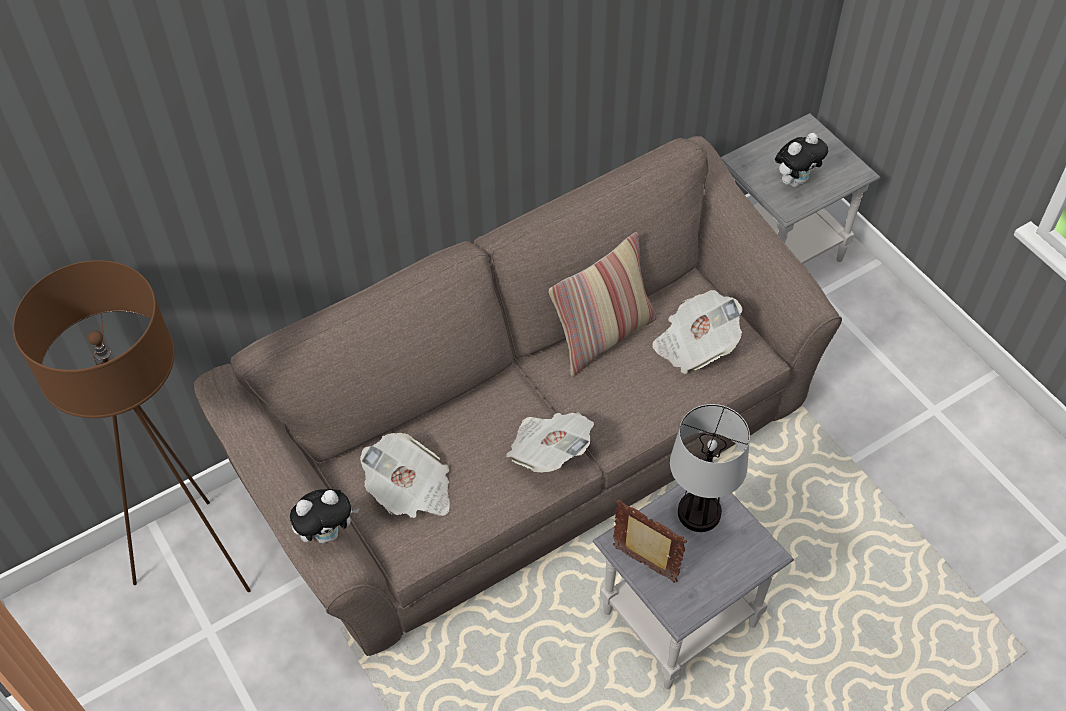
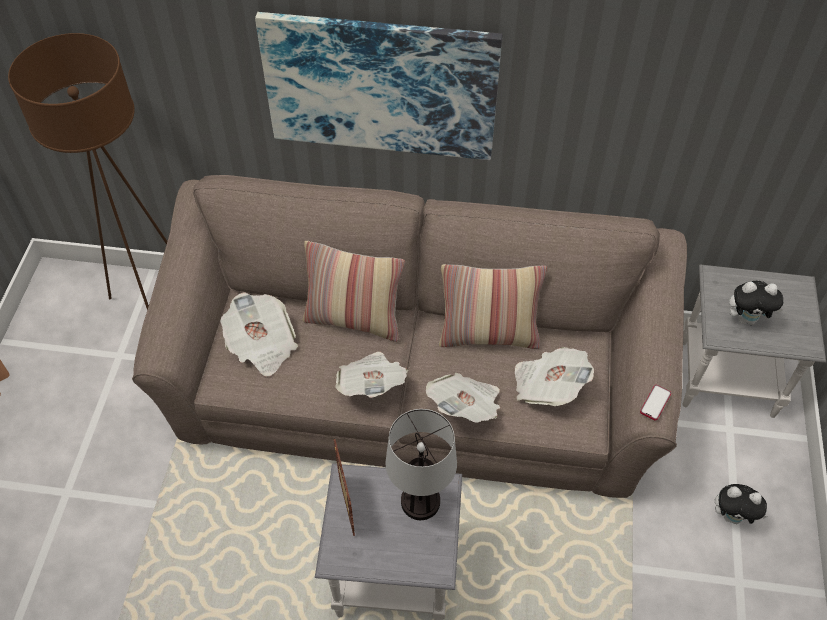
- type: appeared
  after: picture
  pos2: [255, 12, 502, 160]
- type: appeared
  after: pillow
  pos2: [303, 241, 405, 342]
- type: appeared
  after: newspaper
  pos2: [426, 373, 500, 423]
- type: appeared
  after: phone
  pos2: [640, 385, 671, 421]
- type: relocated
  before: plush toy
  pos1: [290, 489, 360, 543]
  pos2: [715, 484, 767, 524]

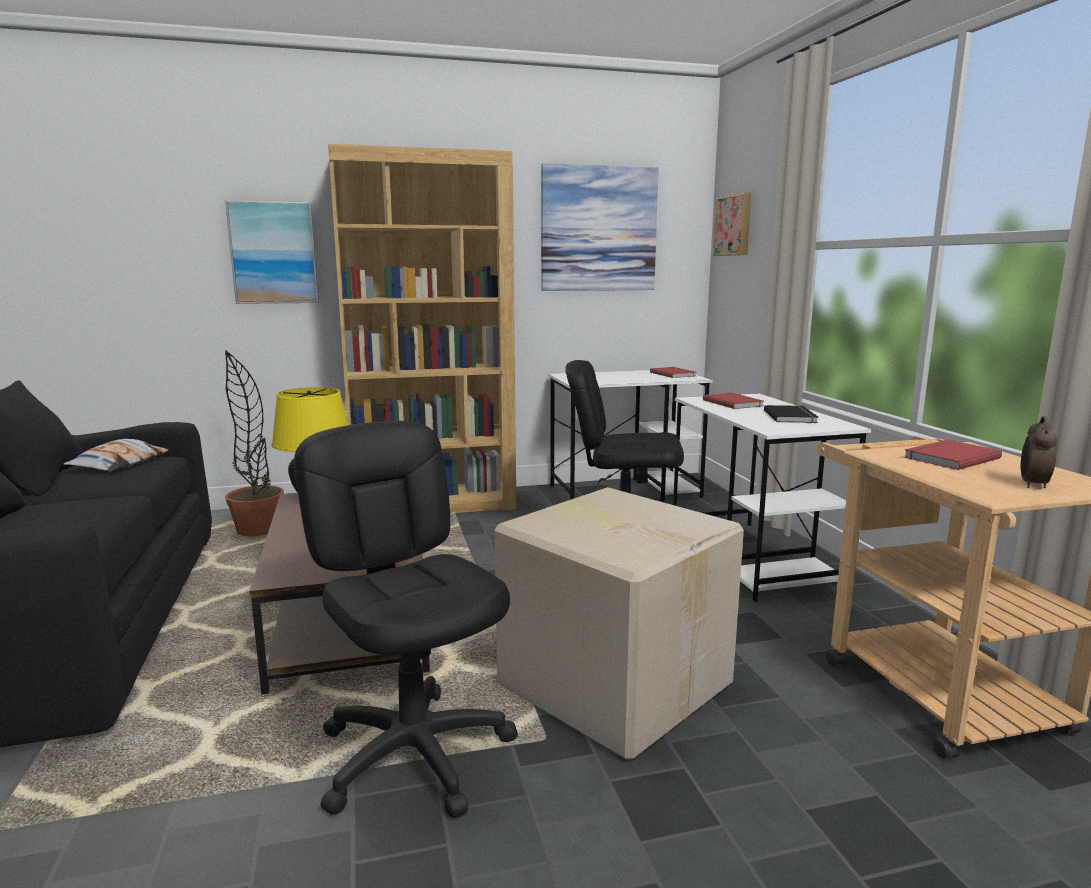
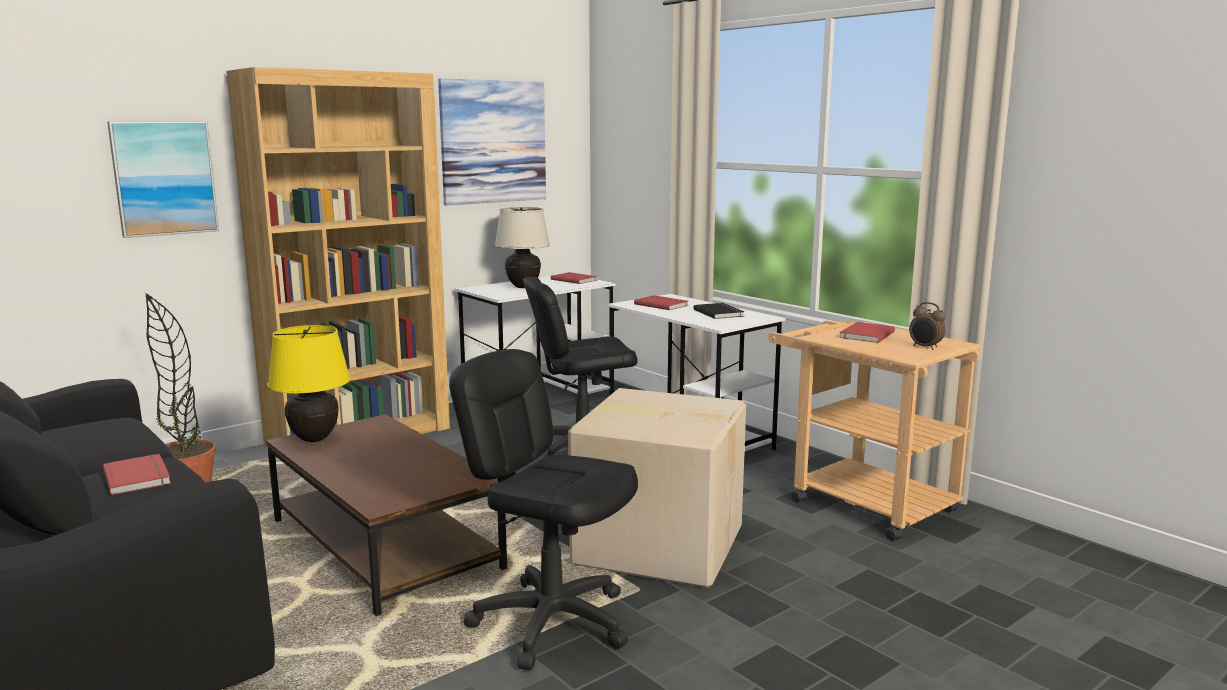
- type: missing
  before: pillow
  pos1: [63, 439, 169, 472]
- type: missing
  before: picture
  pos1: [713, 193, 751, 256]
- type: appeared
  after: red book
  pos2: [103, 454, 171, 495]
- type: appeared
  after: beige table lamp
  pos2: [494, 207, 550, 288]
- type: spun
  before: alarm clock
  pos1: [1020, 416, 1057, 488]
  pos2: [909, 302, 946, 350]
  turn: -45

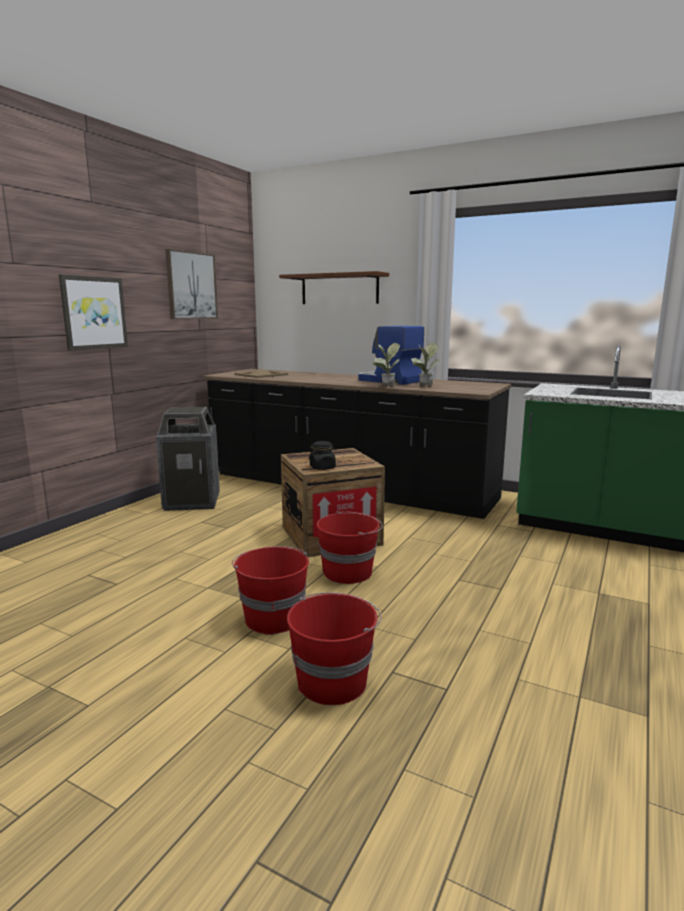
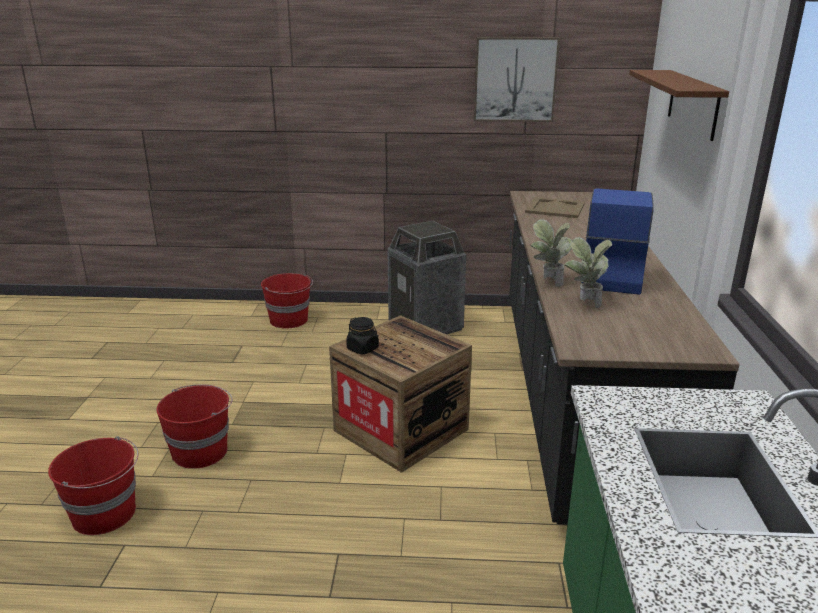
- type: missing
  before: picture
  pos1: [59, 274, 128, 351]
- type: relocated
  before: red bucket
  pos1: [317, 511, 383, 584]
  pos2: [261, 273, 313, 329]

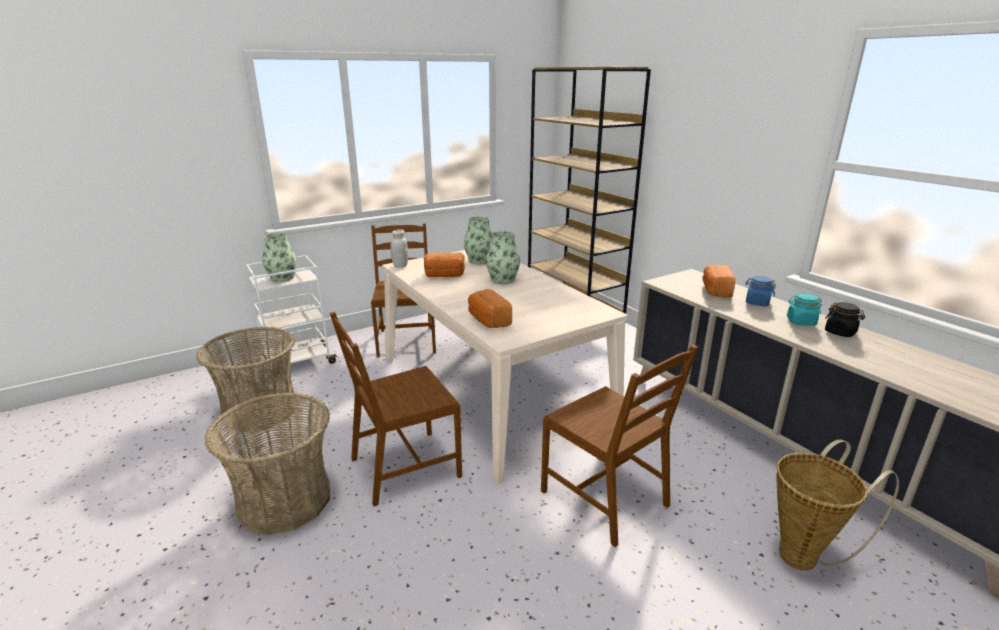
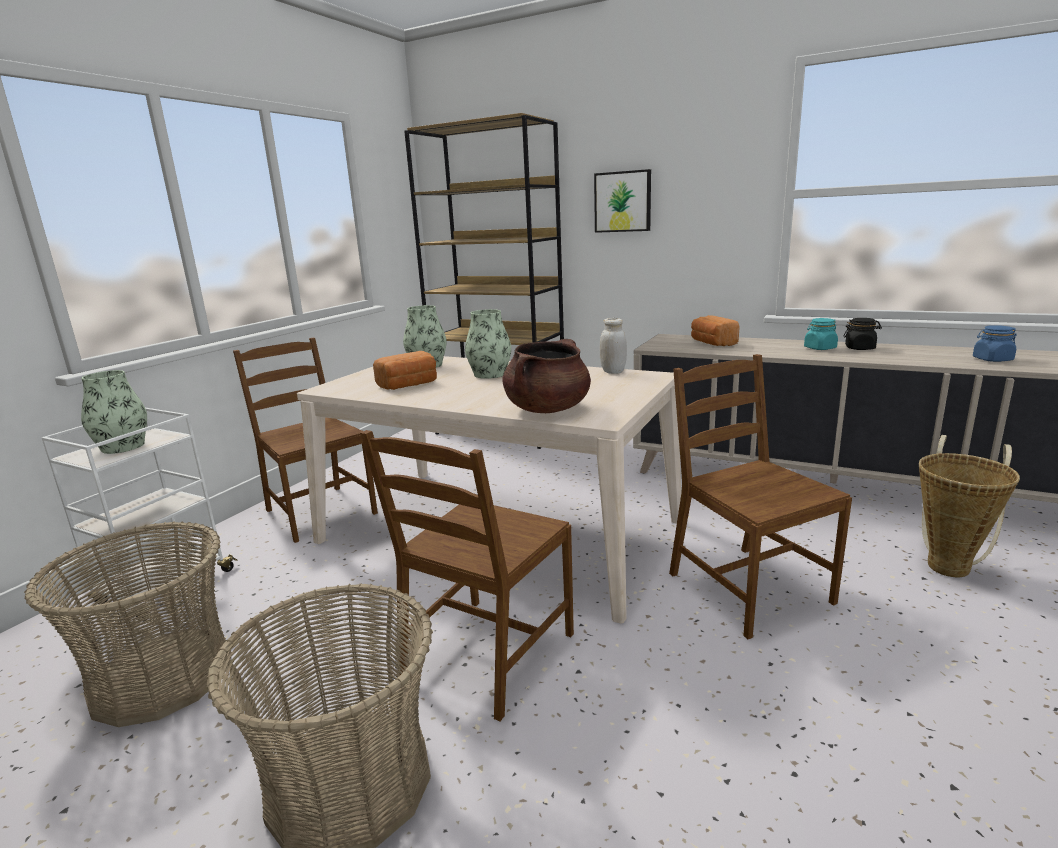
- type: appeared
  after: picture
  pos2: [594, 169, 651, 233]
- type: relocated
  before: white jar
  pos1: [391, 229, 408, 268]
  pos2: [600, 318, 627, 374]
- type: relocated
  before: blue jar
  pos1: [745, 276, 776, 306]
  pos2: [973, 325, 1017, 362]
- type: exchanged
  before: bread
  after: brown cooking pot
  pos1: [468, 289, 512, 328]
  pos2: [502, 339, 591, 413]
- type: spun
  before: brown chair
  pos1: [541, 345, 698, 547]
  pos2: [669, 354, 852, 639]
  turn: -135

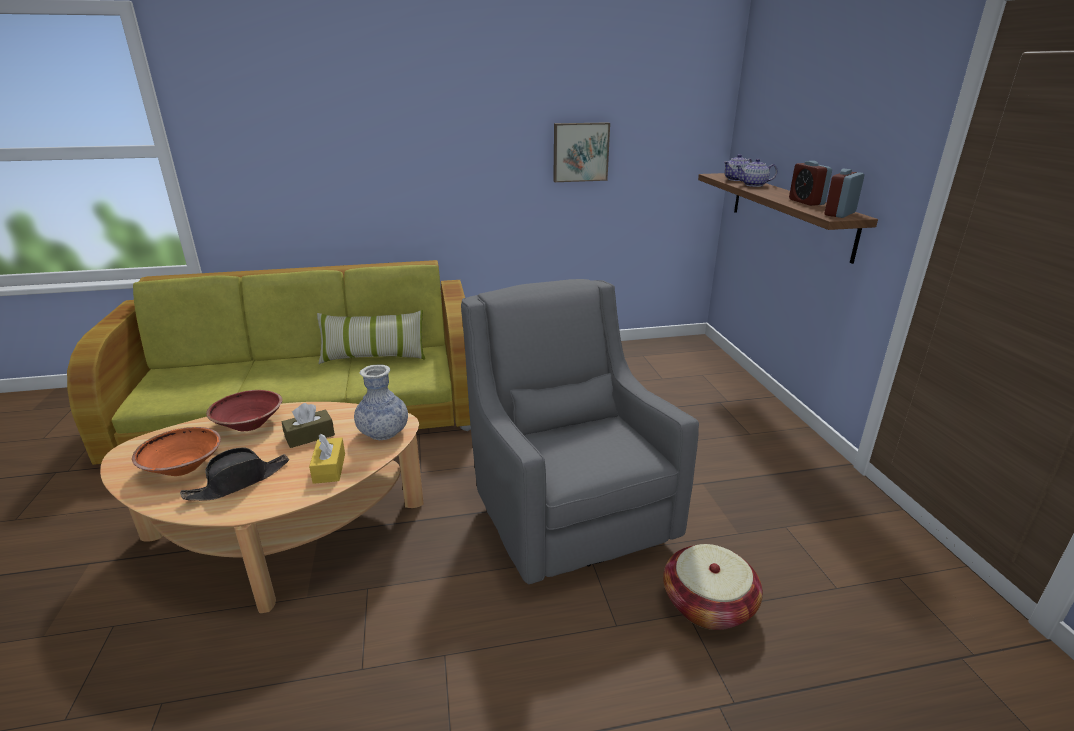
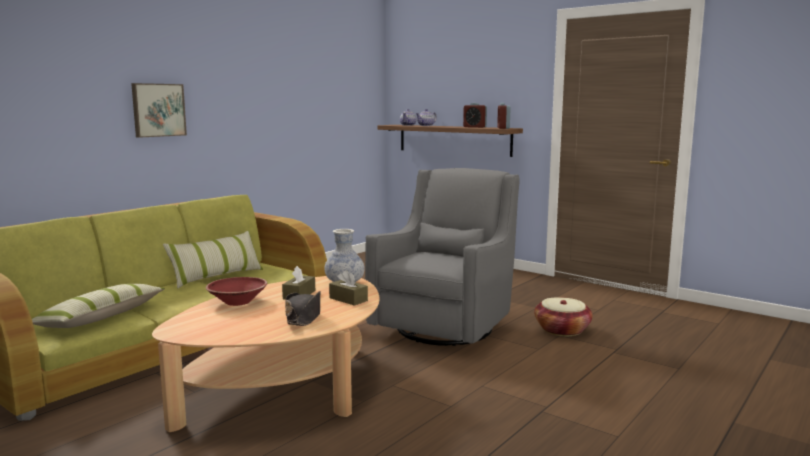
- type: missing
  before: orange bowl
  pos1: [132, 427, 221, 476]
- type: appeared
  after: pillow
  pos2: [32, 284, 165, 328]
- type: relocated
  before: picture
  pos1: [553, 122, 610, 182]
  pos2: [131, 83, 187, 138]
- type: colour
  before: yellow tissue box
  after: brown tissue box
  pos1: [309, 434, 345, 484]
  pos2: [329, 270, 368, 306]
- type: spun
  before: grey armchair
  pos1: [461, 279, 699, 584]
  pos2: [365, 168, 520, 346]
  turn: 90

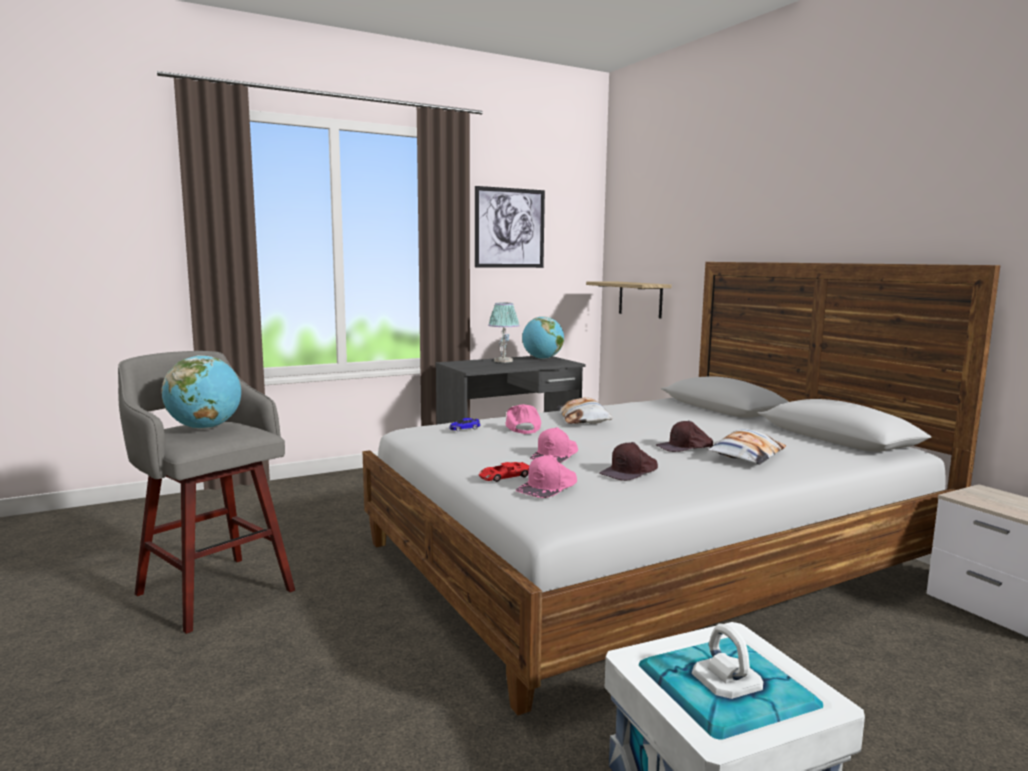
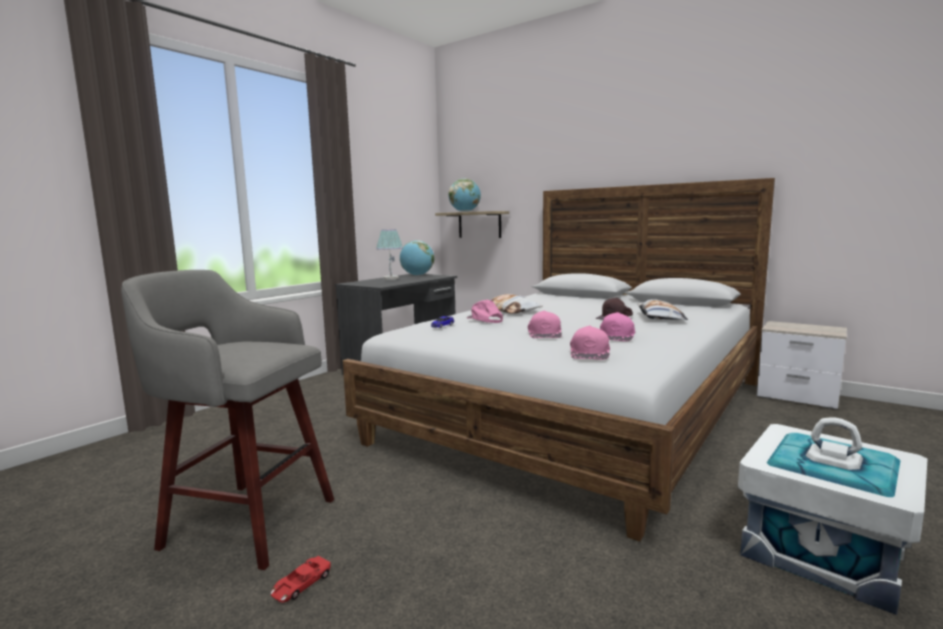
- type: missing
  before: picture
  pos1: [475, 186, 545, 268]
- type: relocated
  before: globe
  pos1: [161, 355, 241, 429]
  pos2: [449, 179, 481, 212]
- type: relocated
  before: red toy car
  pos1: [479, 462, 529, 482]
  pos2: [271, 556, 331, 603]
- type: colour
  before: brown cap
  after: pink cap
  pos1: [600, 442, 658, 481]
  pos2: [600, 312, 635, 341]

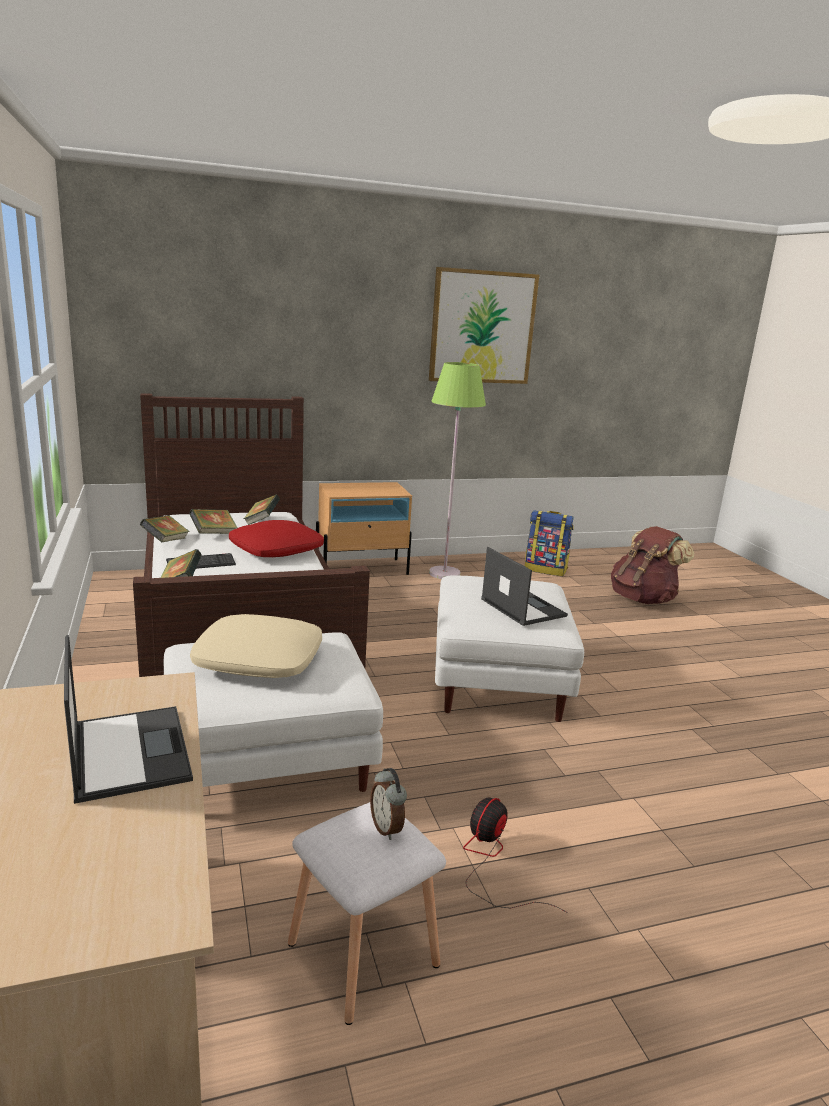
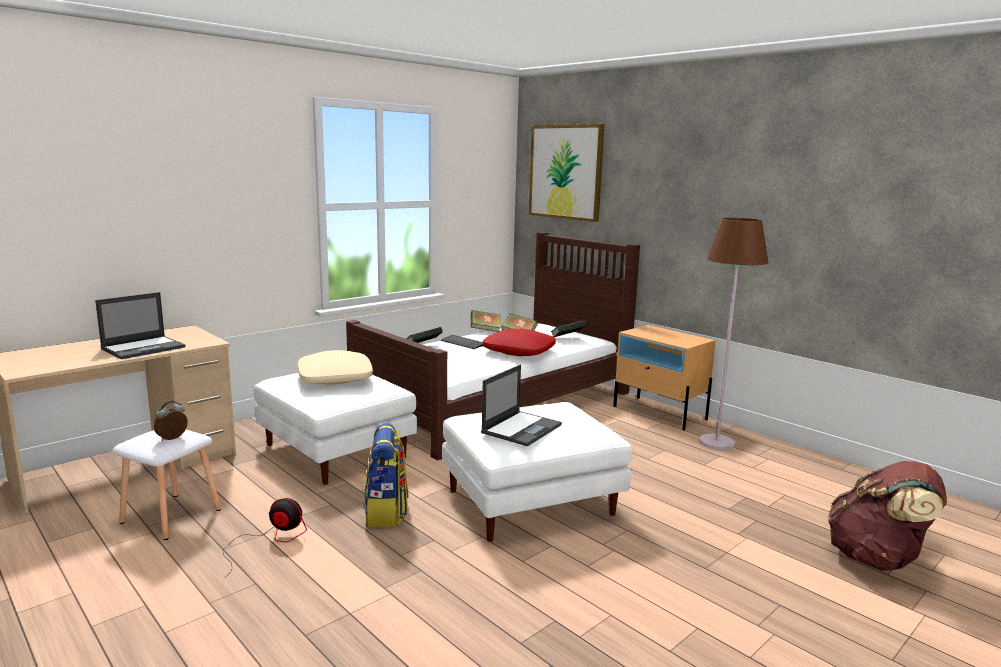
- type: relocated
  before: picture
  pos1: [429, 267, 539, 384]
  pos2: [529, 124, 605, 222]
- type: relocated
  before: backpack
  pos1: [525, 510, 574, 576]
  pos2: [363, 423, 408, 527]
- type: colour
  before: green floor lamp
  after: brown floor lamp
  pos1: [429, 362, 486, 579]
  pos2: [699, 218, 768, 450]

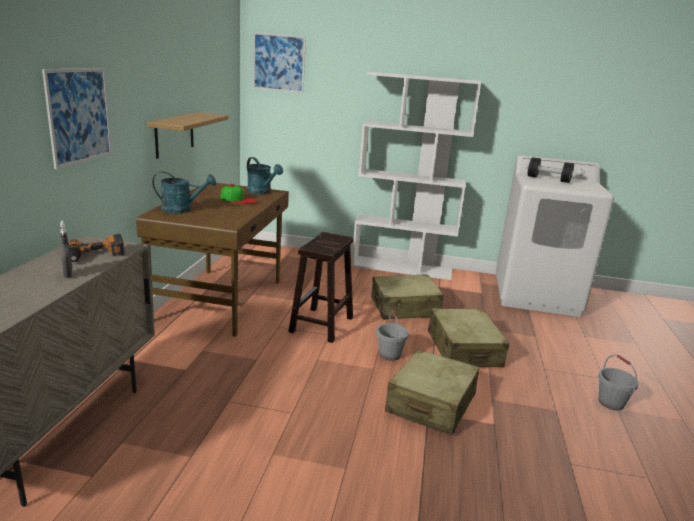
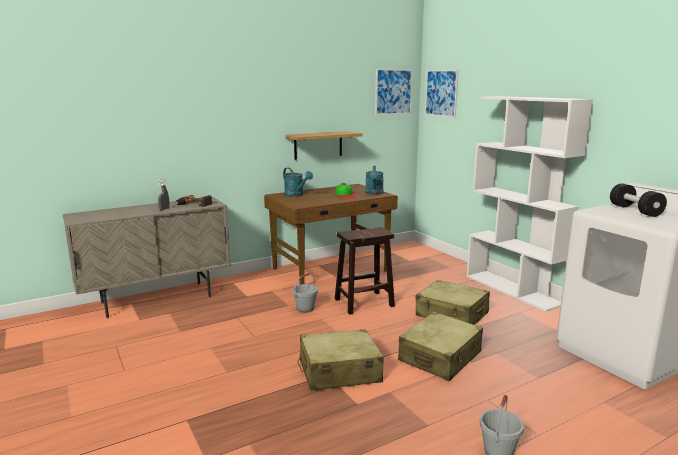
- type: relocated
  before: picture
  pos1: [42, 68, 112, 169]
  pos2: [375, 69, 413, 115]
- type: relocated
  before: grey bucket
  pos1: [376, 310, 409, 361]
  pos2: [292, 273, 318, 313]

